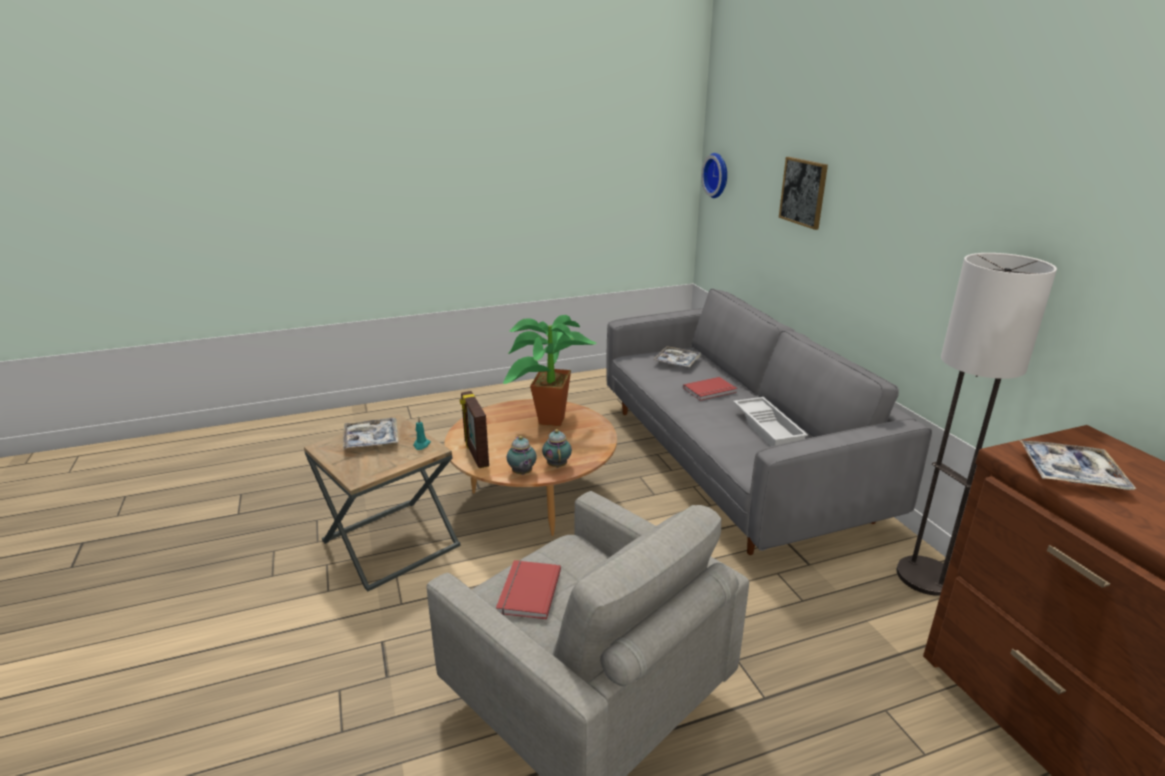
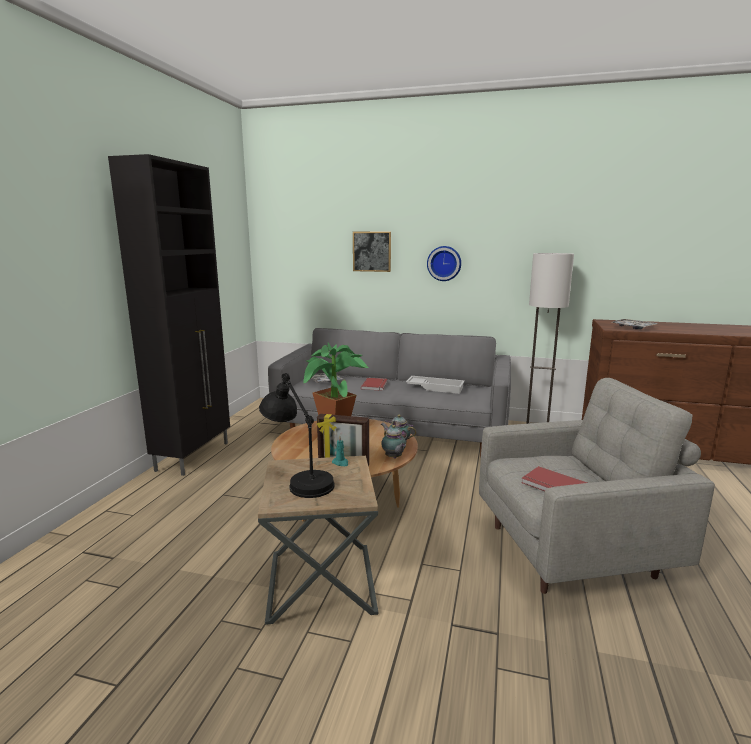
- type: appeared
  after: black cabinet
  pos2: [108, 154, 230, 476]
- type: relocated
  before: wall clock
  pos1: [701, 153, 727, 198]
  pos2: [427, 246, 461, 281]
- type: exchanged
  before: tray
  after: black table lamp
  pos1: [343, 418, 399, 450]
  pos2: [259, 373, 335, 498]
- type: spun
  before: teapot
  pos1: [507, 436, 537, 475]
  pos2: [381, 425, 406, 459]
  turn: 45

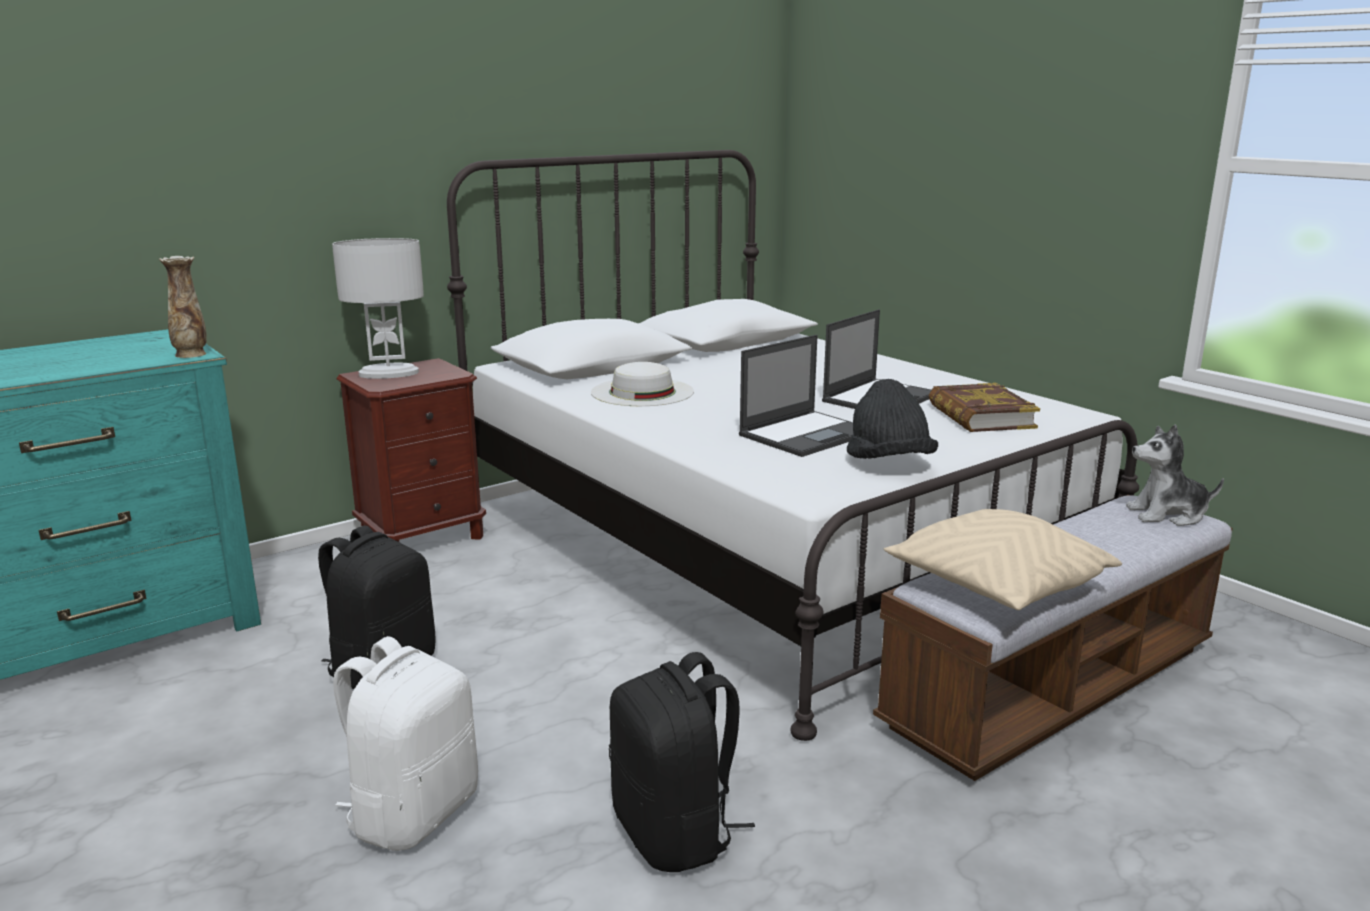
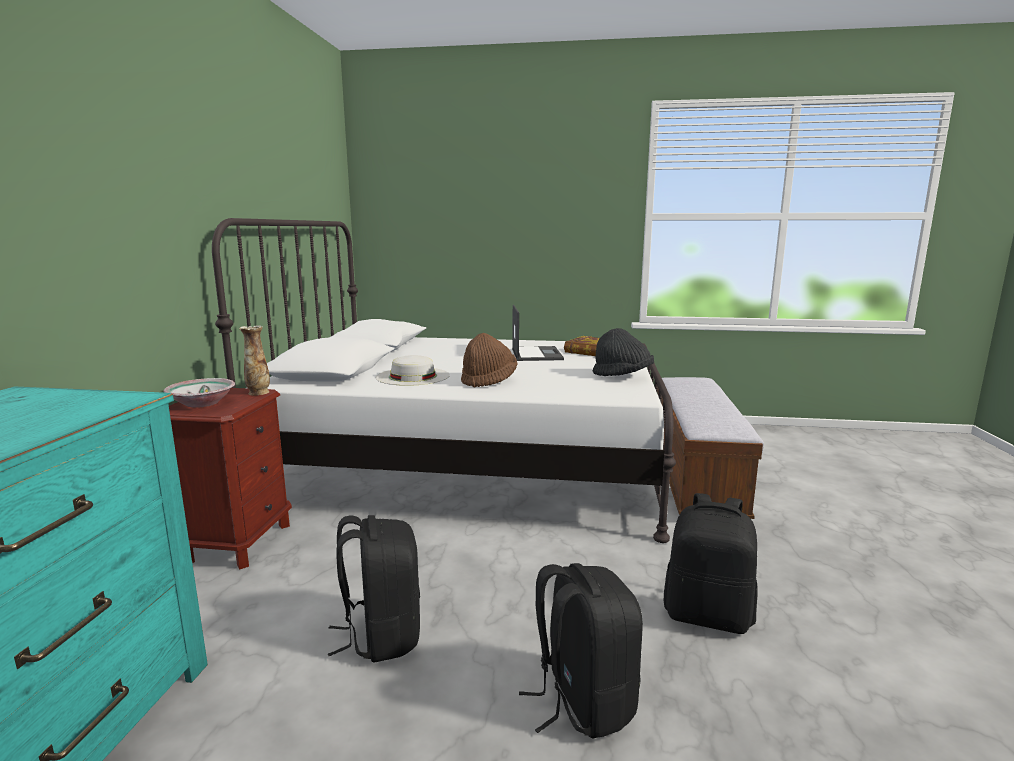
- type: missing
  before: laptop
  pos1: [739, 335, 854, 457]
- type: missing
  before: beige pillow
  pos1: [884, 509, 1122, 610]
- type: missing
  before: plush toy
  pos1: [1126, 425, 1224, 526]
- type: appeared
  after: brown hat
  pos2: [461, 333, 518, 388]
- type: relocated
  before: vase
  pos1: [159, 256, 207, 358]
  pos2: [239, 325, 270, 395]
- type: exchanged
  before: white table lamp
  after: bowl
  pos1: [332, 238, 424, 379]
  pos2: [164, 378, 235, 408]
- type: colour
  before: white backpack
  after: black backpack
  pos1: [333, 636, 478, 851]
  pos2: [519, 563, 643, 739]

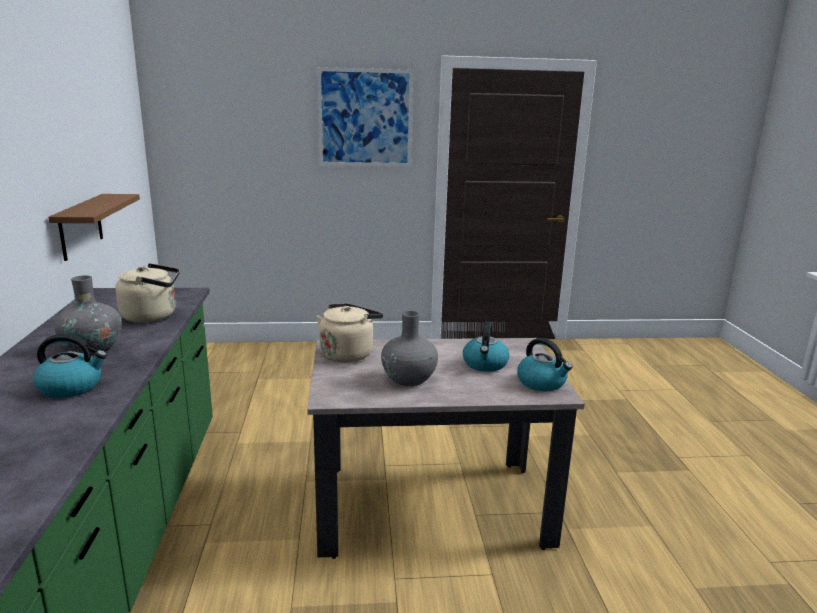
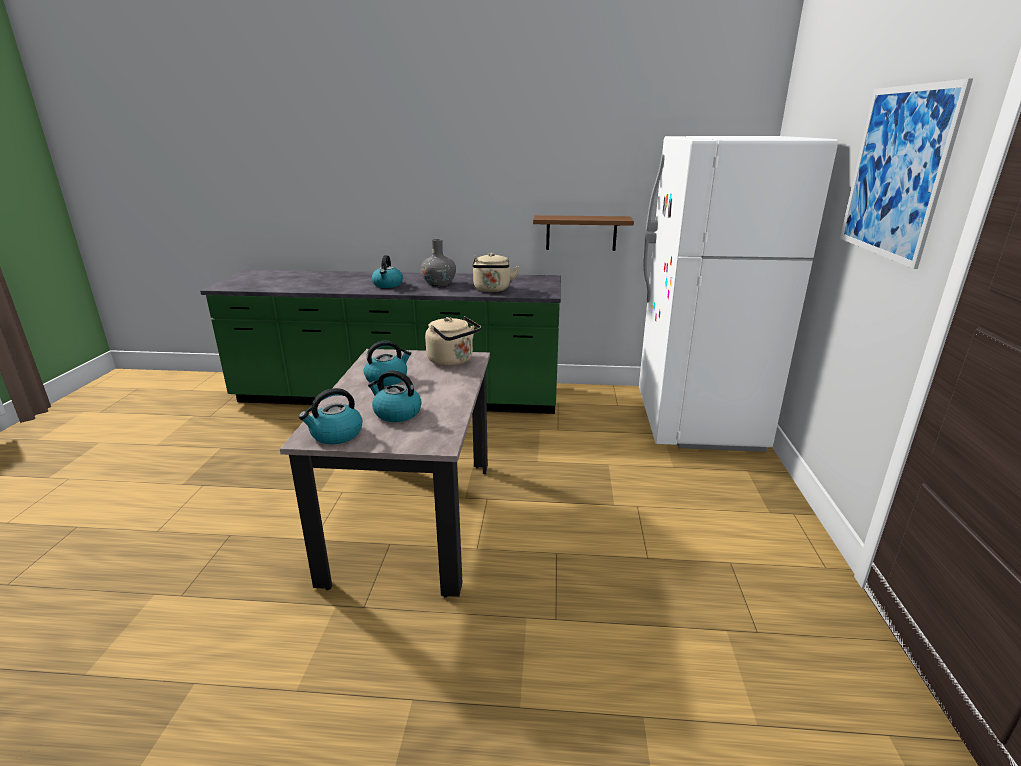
- type: appeared
  after: white fridge
  pos2: [639, 136, 838, 452]
- type: exchanged
  before: grey vase
  after: kettle
  pos1: [381, 311, 438, 386]
  pos2: [364, 341, 411, 386]

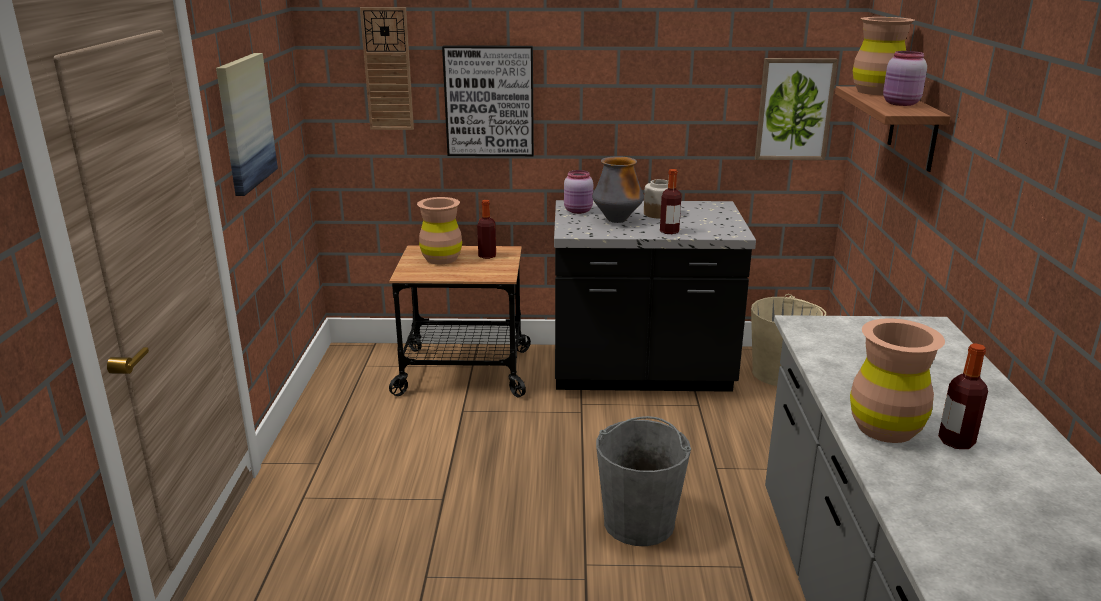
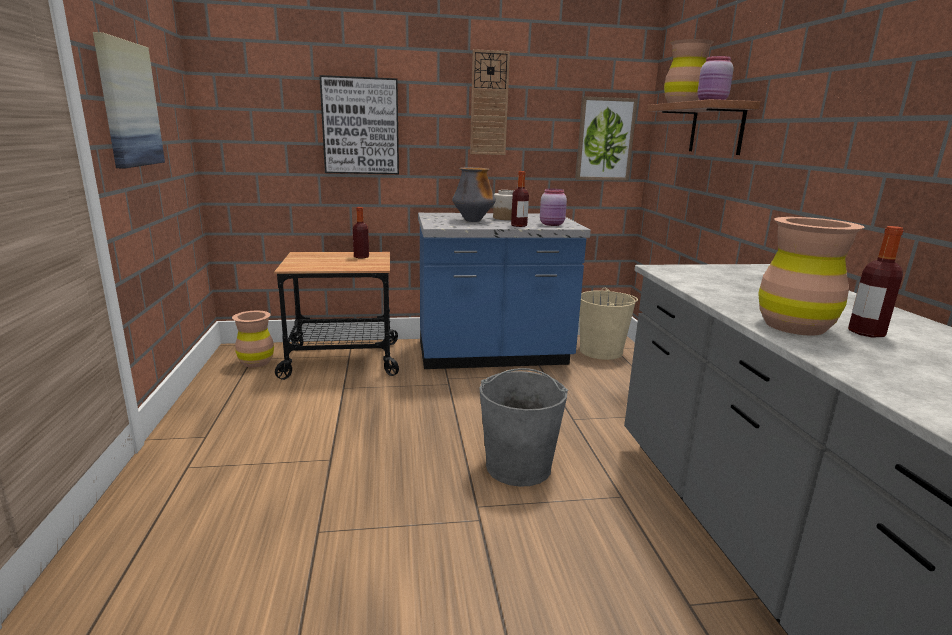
- type: relocated
  before: wall clock
  pos1: [360, 7, 414, 130]
  pos2: [470, 49, 510, 155]
- type: relocated
  before: brown vase
  pos1: [417, 197, 462, 264]
  pos2: [232, 311, 274, 368]
- type: relocated
  before: pink jar
  pos1: [564, 170, 593, 214]
  pos2: [540, 189, 567, 226]
- type: colour
  before: black counter
  after: blue counter
  pos1: [554, 200, 756, 392]
  pos2: [418, 213, 591, 369]

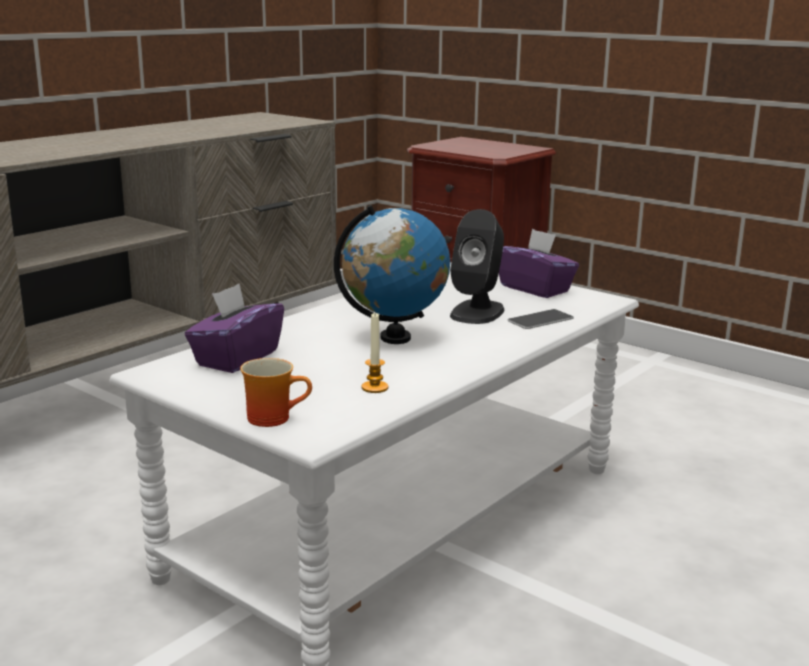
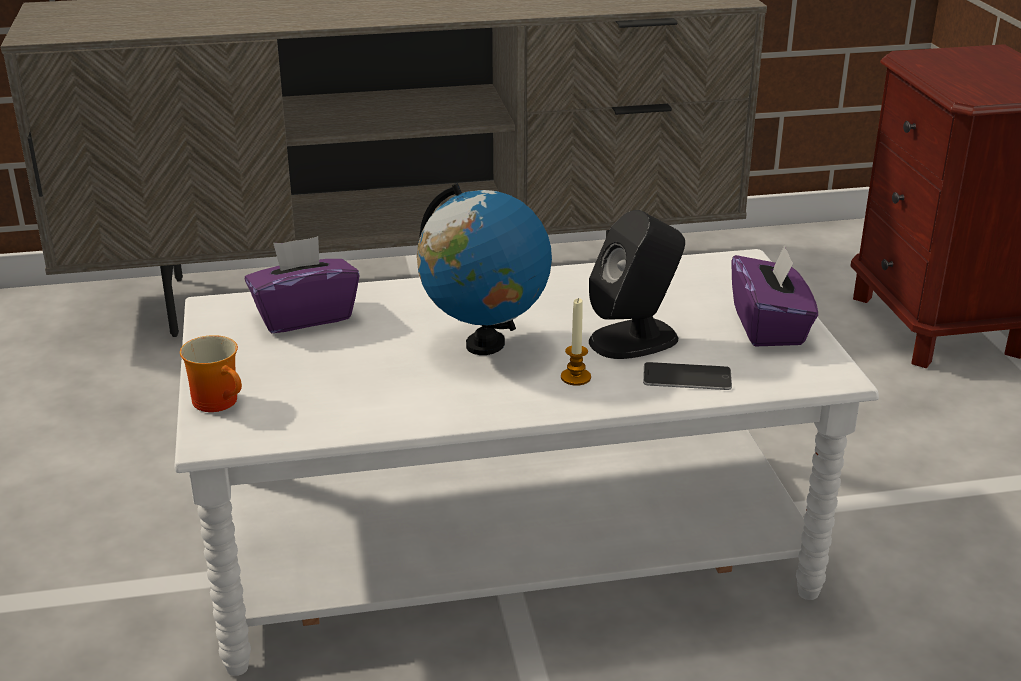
- type: relocated
  before: candle
  pos1: [362, 313, 388, 393]
  pos2: [561, 298, 591, 386]

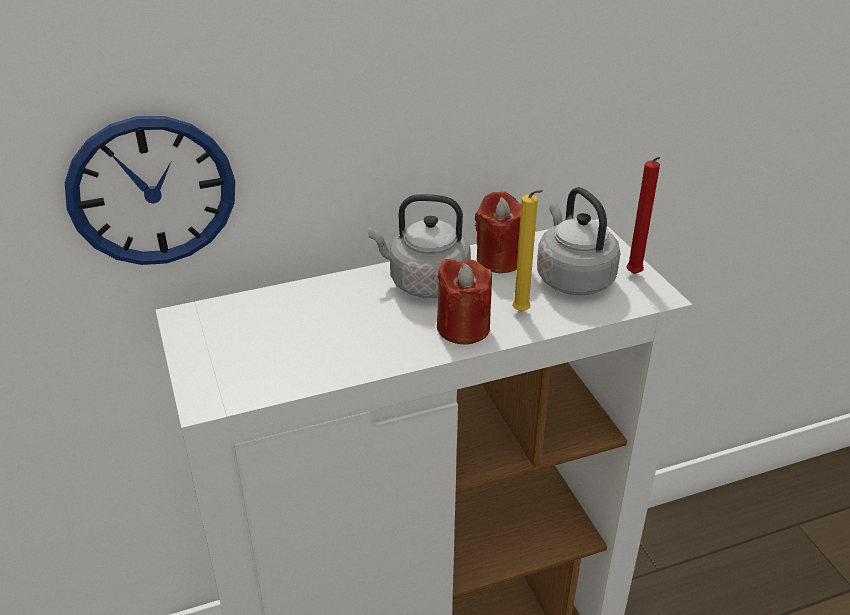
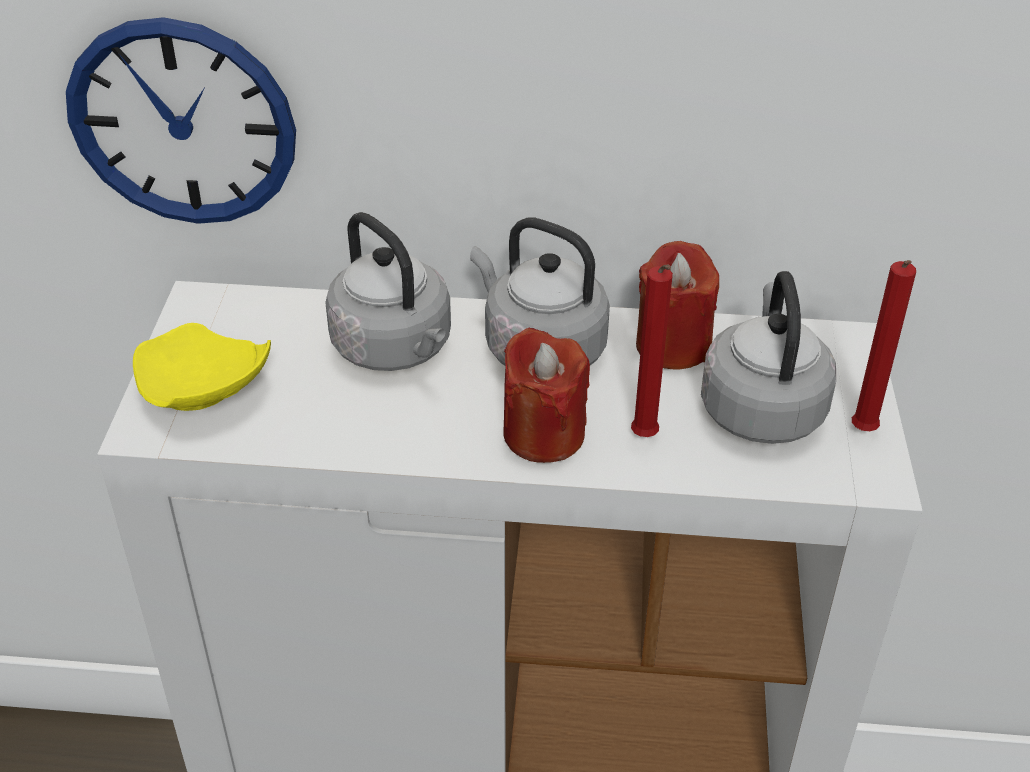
- type: appeared
  after: yellow plate
  pos2: [133, 323, 271, 411]
- type: appeared
  after: grey kettle
  pos2: [325, 212, 451, 371]
- type: colour
  before: yellow candle
  after: red candle
  pos1: [512, 190, 543, 312]
  pos2: [631, 265, 673, 437]

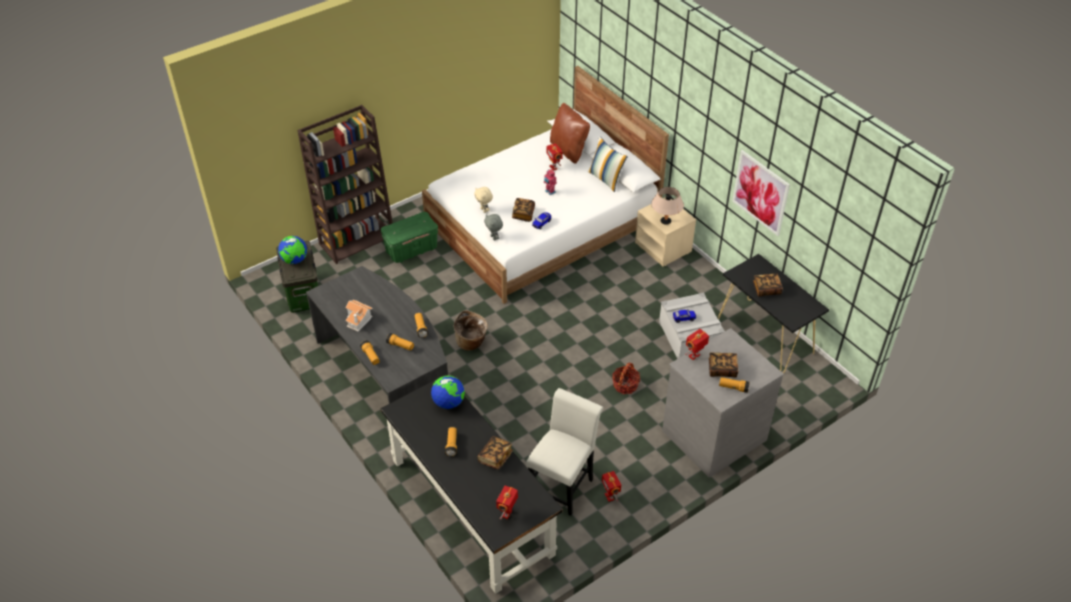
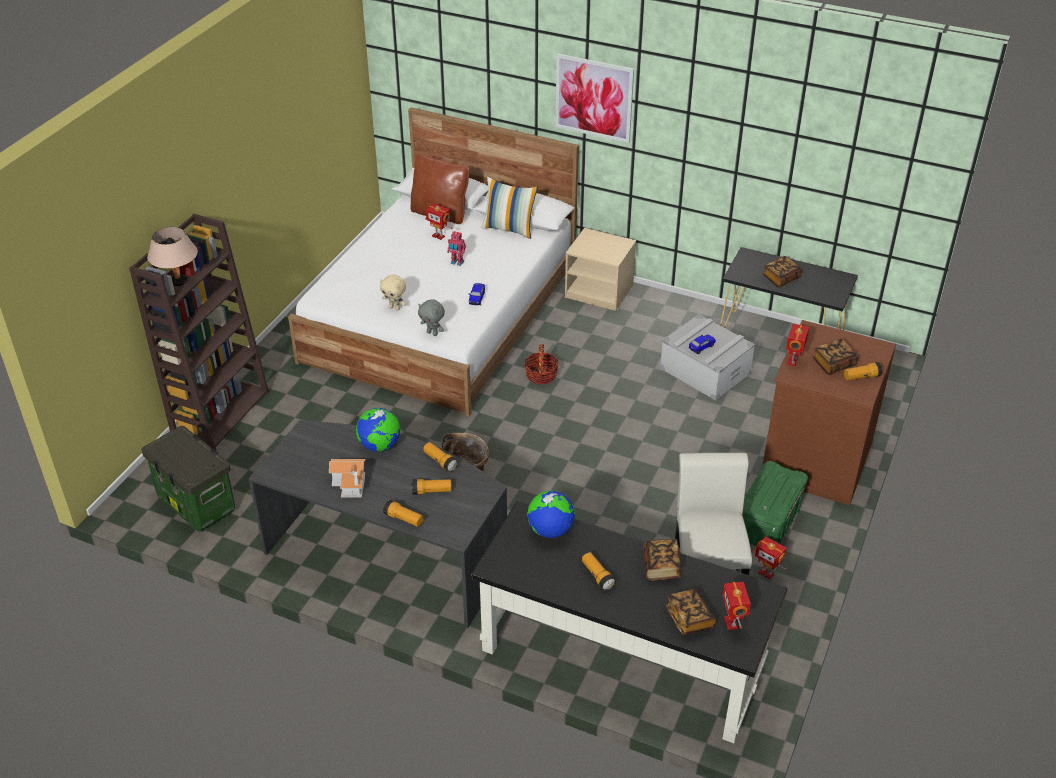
- type: relocated
  before: globe
  pos1: [278, 236, 307, 264]
  pos2: [356, 408, 400, 452]
- type: relocated
  before: green storage box
  pos1: [381, 212, 438, 263]
  pos2: [742, 461, 808, 546]
- type: relocated
  before: book
  pos1: [512, 198, 535, 222]
  pos2: [666, 589, 716, 635]
- type: relocated
  before: basket
  pos1: [612, 363, 641, 394]
  pos2: [524, 344, 558, 384]
- type: relocated
  before: beige table lamp
  pos1: [651, 187, 684, 225]
  pos2: [147, 227, 198, 286]
- type: relocated
  before: picture
  pos1: [732, 150, 790, 236]
  pos2: [555, 53, 634, 143]
- type: colour
  before: grey dresser
  after: brown dresser
  pos1: [662, 328, 784, 477]
  pos2: [762, 320, 896, 505]

